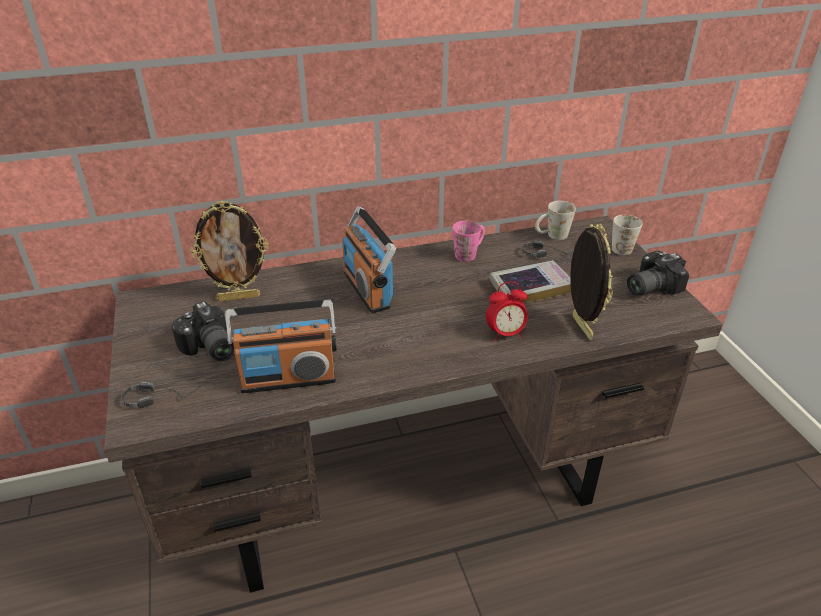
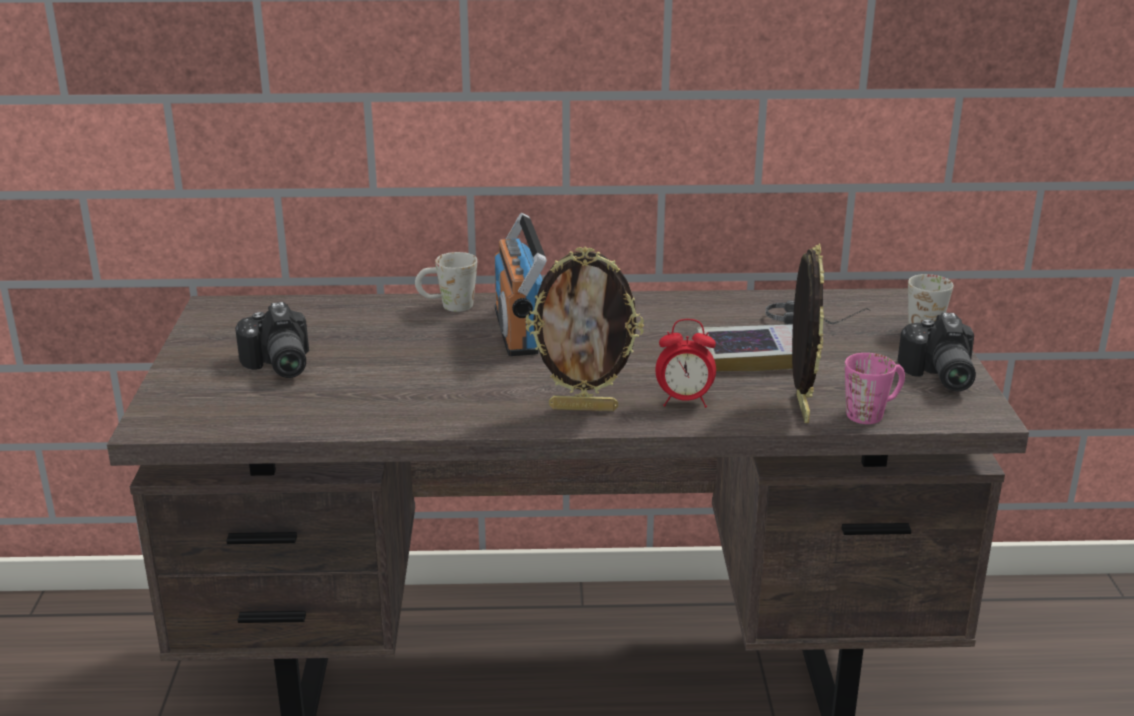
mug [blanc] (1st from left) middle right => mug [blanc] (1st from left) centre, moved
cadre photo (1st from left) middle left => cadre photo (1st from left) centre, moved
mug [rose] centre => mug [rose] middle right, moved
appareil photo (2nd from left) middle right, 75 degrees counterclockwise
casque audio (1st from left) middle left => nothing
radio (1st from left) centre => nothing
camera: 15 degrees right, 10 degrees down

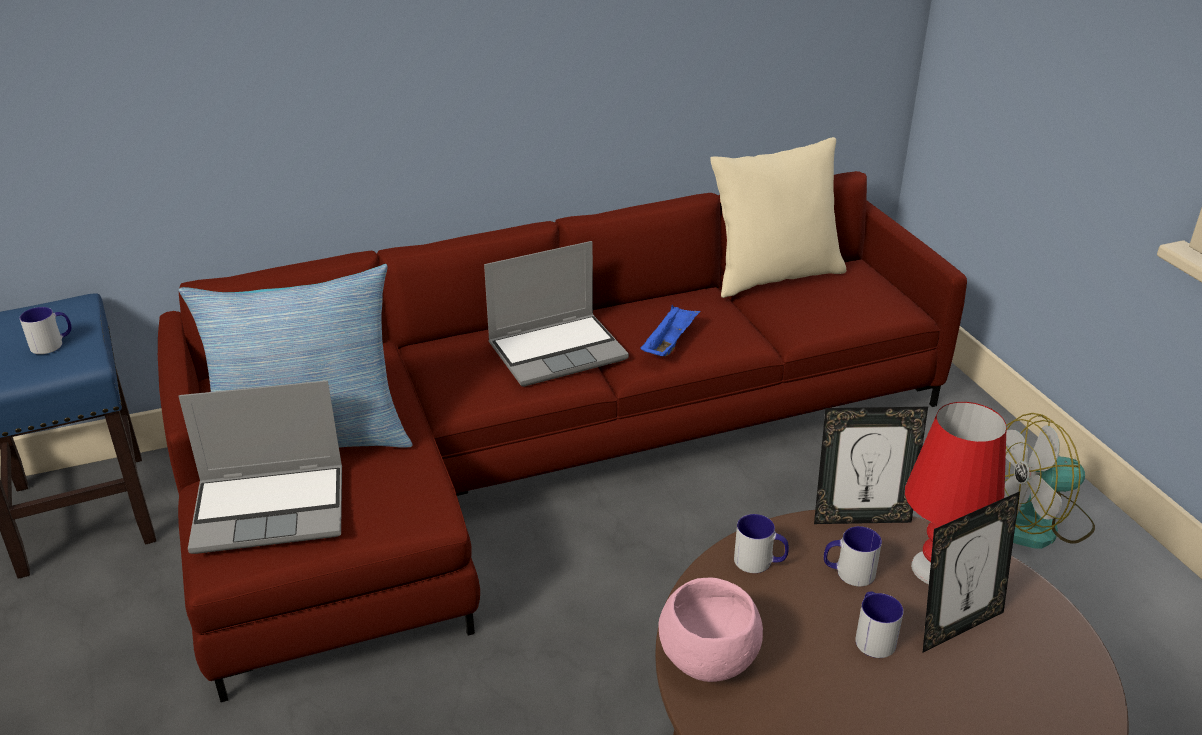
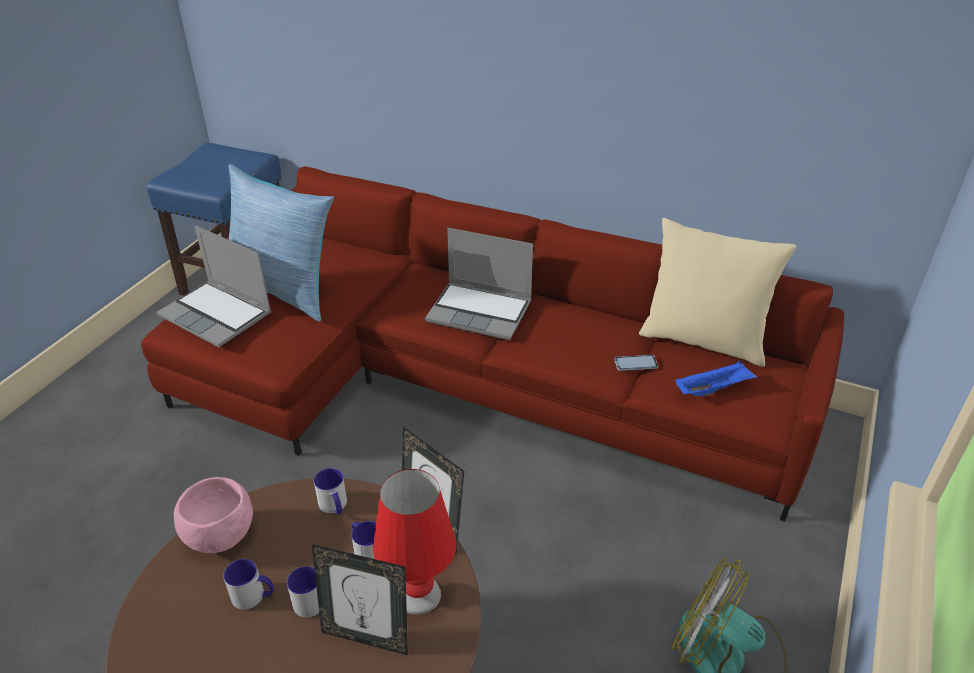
mug (1st from left) middle left => mug (1st from left) bottom left, moved
nothing => téléphone centre
plateau [bleu] centre => plateau [bleu] middle right, moved
camera: 45 degrees right, 5 degrees up

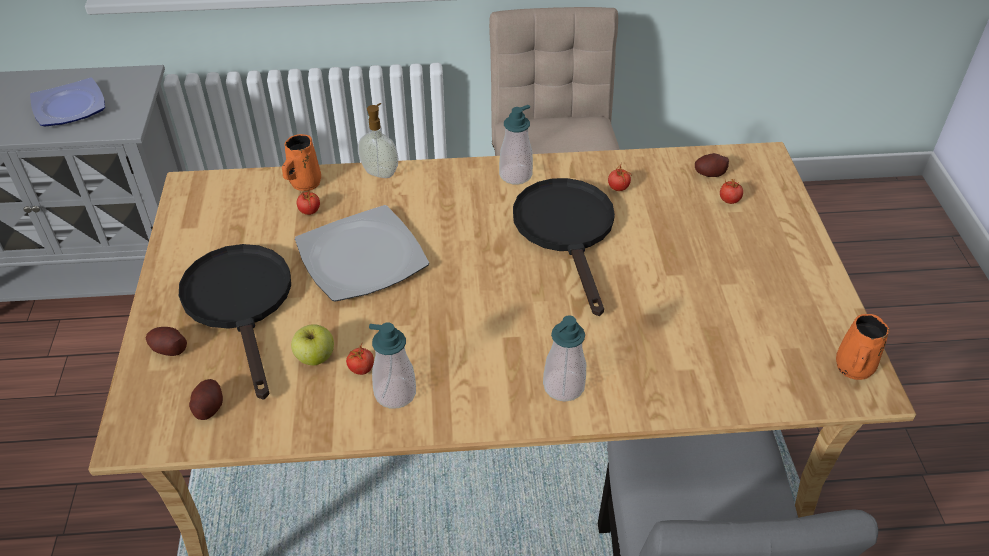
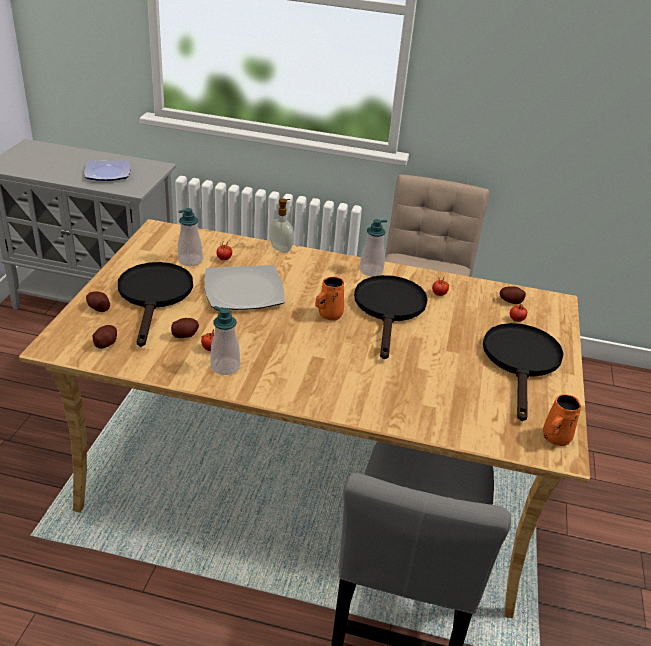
pomme middle left => pomme de terre (3rd from left) middle left
distributeur de savon (4th from left in the first image) centre => distributeur de savon (1st from left) middle left, moved
mug [orange] (1st from left) top left => mug [orange] (1st from left) centre, moved
nothing => poêle [noir] (3rd from left) middle right
camera: 15 degrees right, 10 degrees down

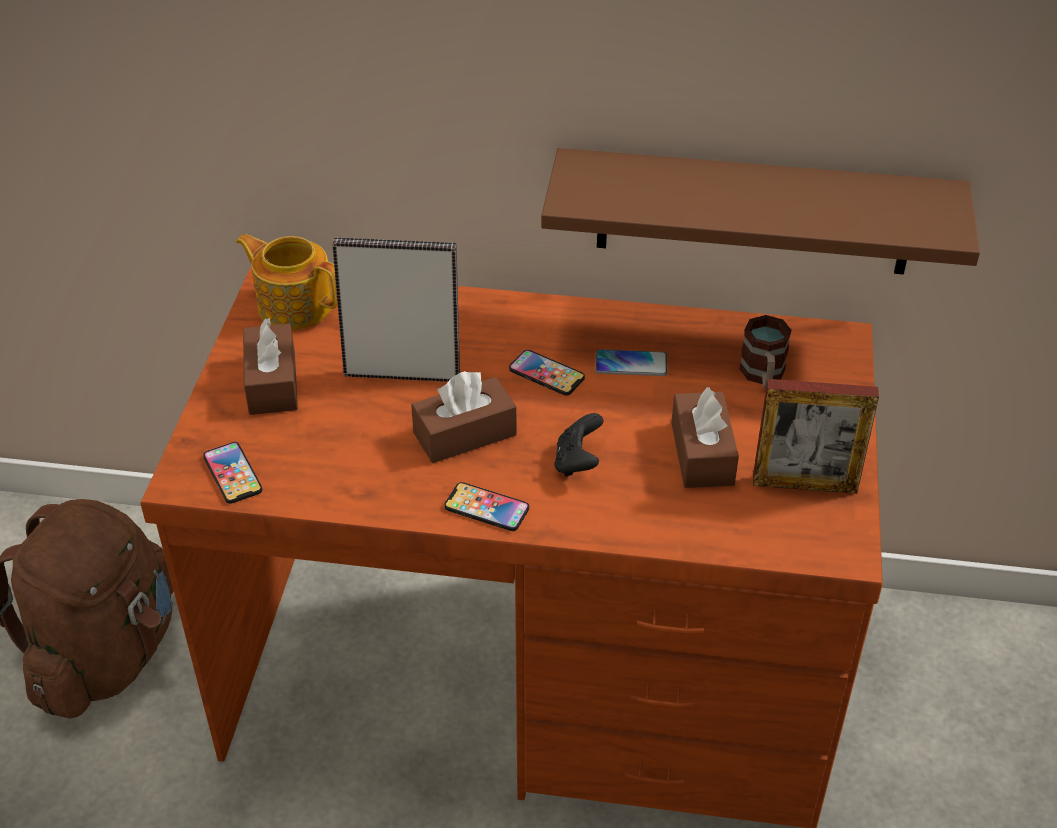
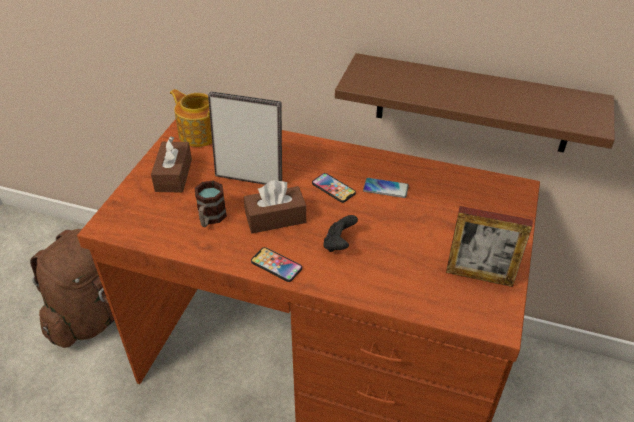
mug middle right => mug middle left, moved
téléphone (1st from left) middle left => nothing
boîte à mouchoirs [marron] (3rd from left) middle right => nothing
camera: 10 degrees right, 0 degrees up

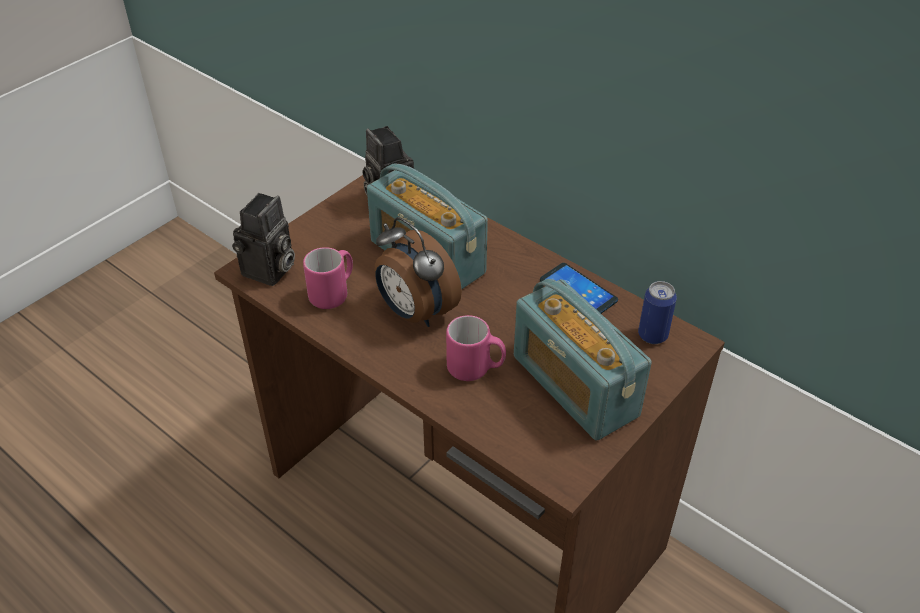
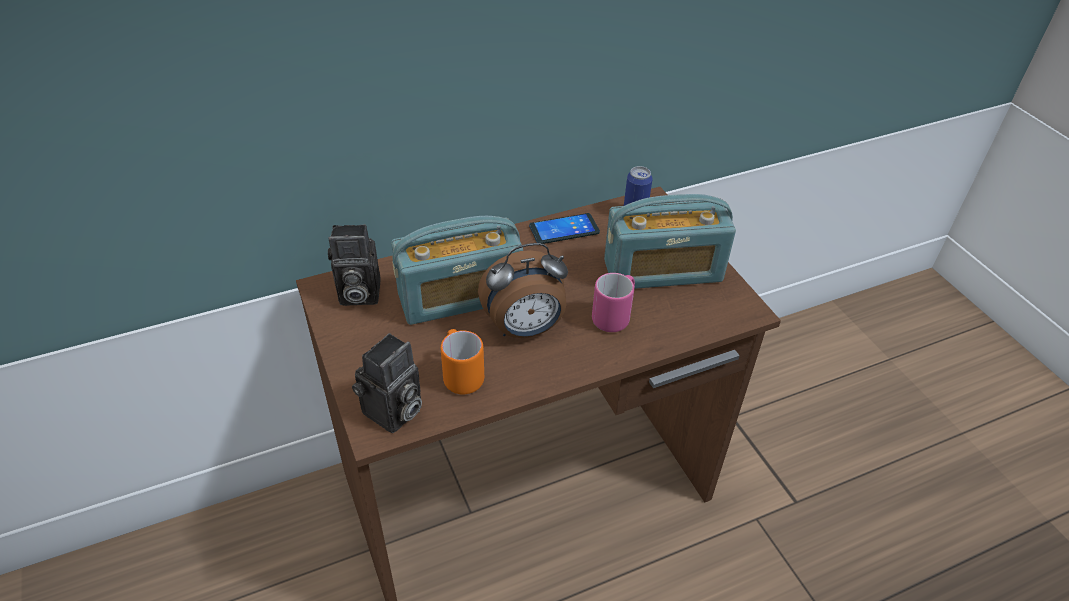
appareil photo (1st from left in the first image) middle left => appareil photo (2nd from left) centre, 75 degrees clockwise
mug [rose] (1st from left) centre => mug [orange] centre
camera: 65 degrees left, 0 degrees up

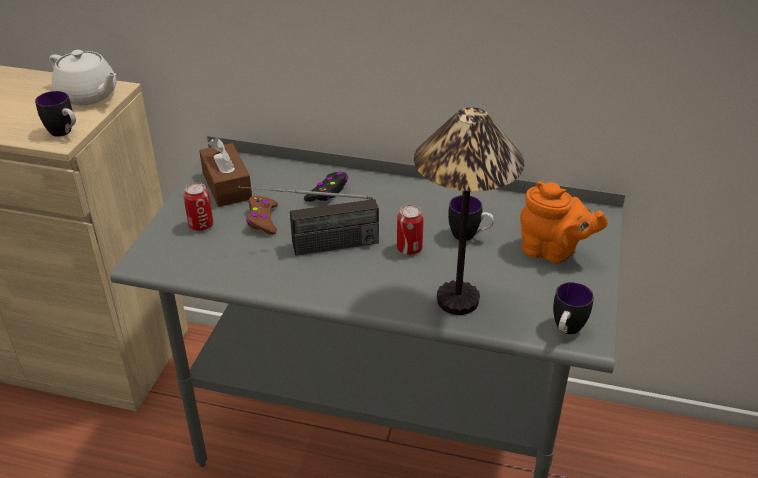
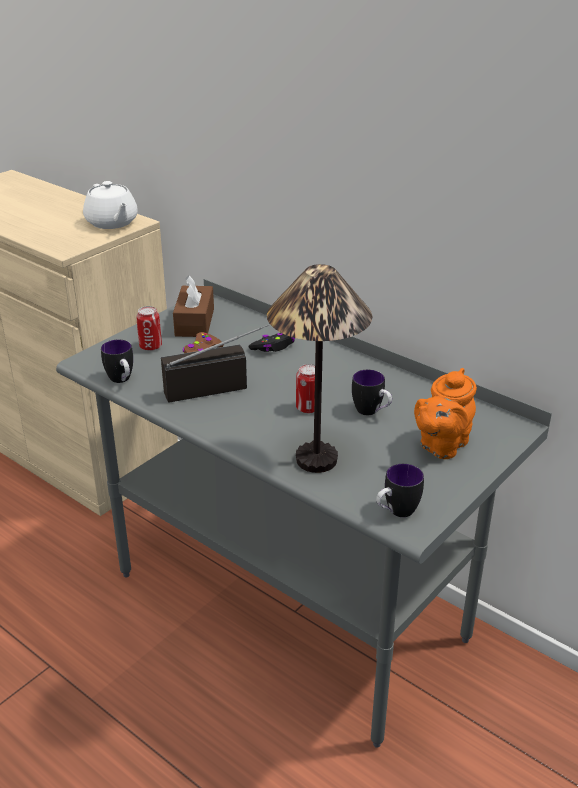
mug (1st from left) top left => mug (1st from left) middle left, moved
radio centre, 150 degrees clockwise
théière [orange] middle right, 75 degrees clockwise
camera: 25 degrees right, 5 degrees down

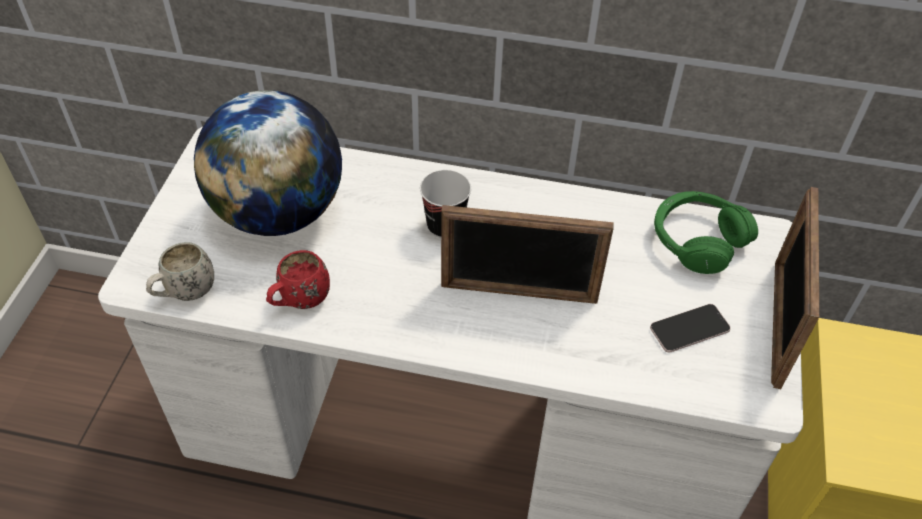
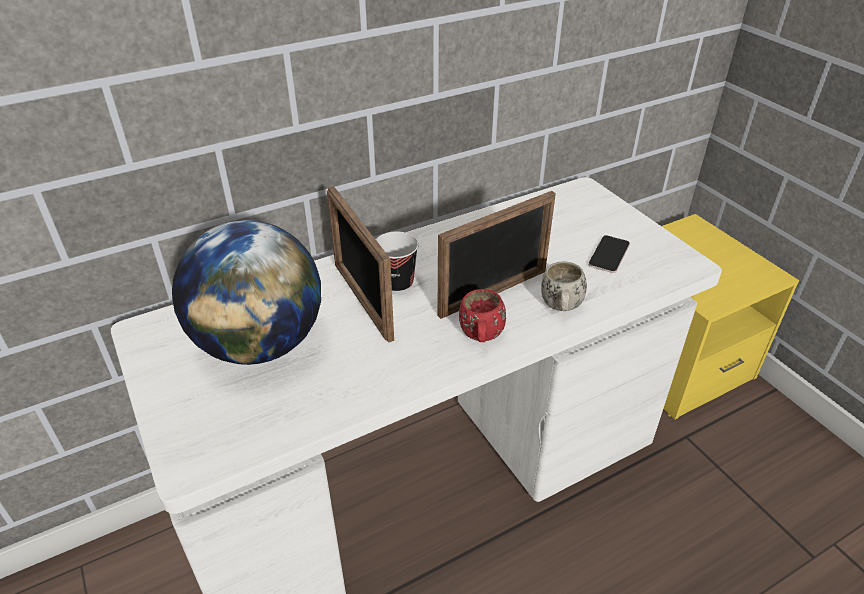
cadre photo (2nd from left in the first image) middle right => cadre photo (1st from left) centre, moved
mug [rouge] middle left => mug [rouge] centre, moved
mug [blanc] middle left => mug [blanc] centre, moved
casque audio [vert] middle right => nothing
camera: 40 degrees left, 10 degrees down

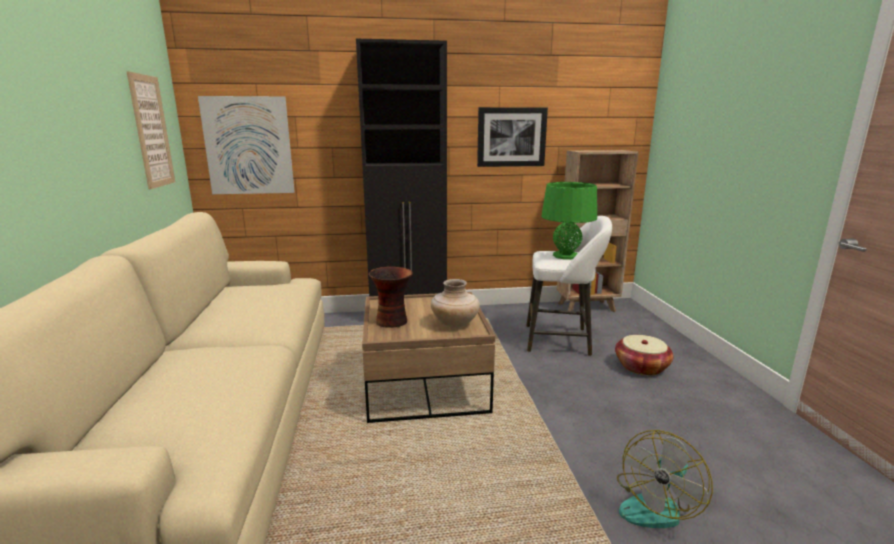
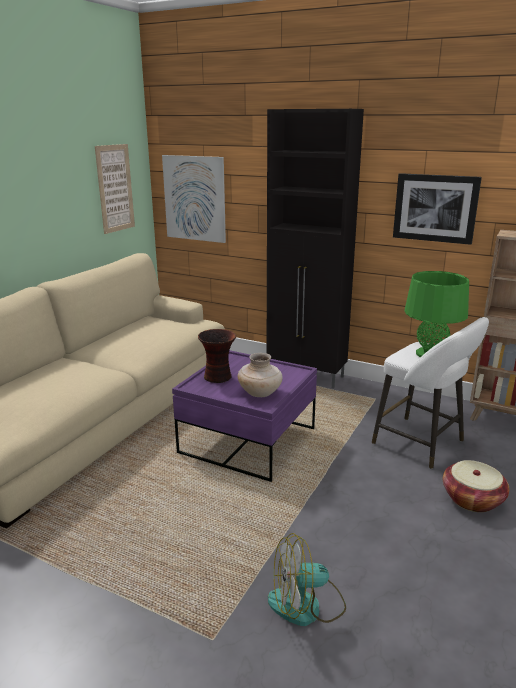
table basse [marron] centre => table basse [violet] centre
camera: 35 degrees right, 5 degrees up

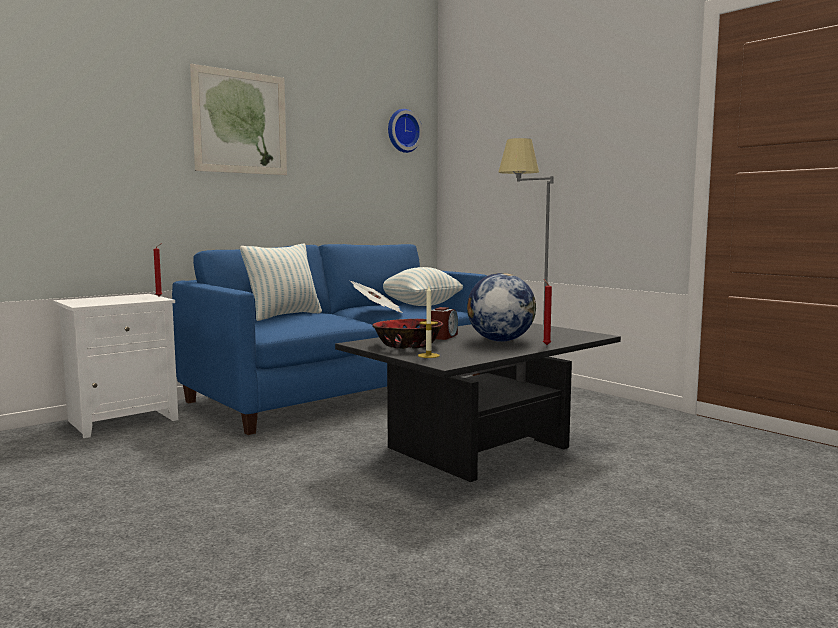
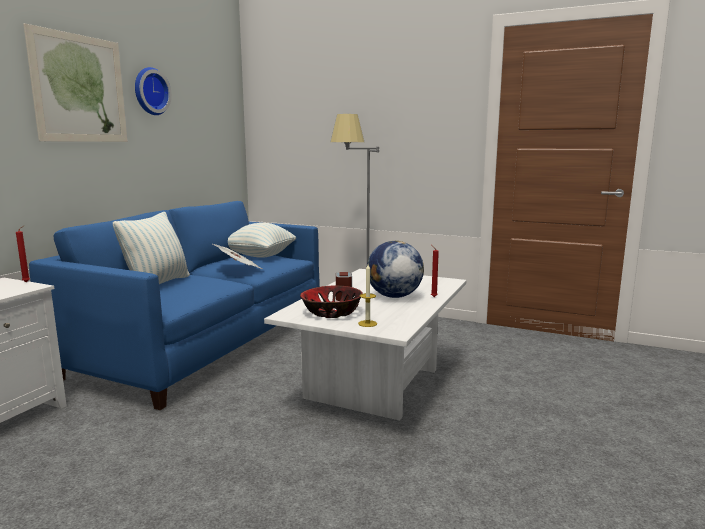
horloge murale top centre => horloge murale top left, moved
table basse [noir] centre => table basse [blanc] centre
camera: 25 degrees left, 5 degrees up

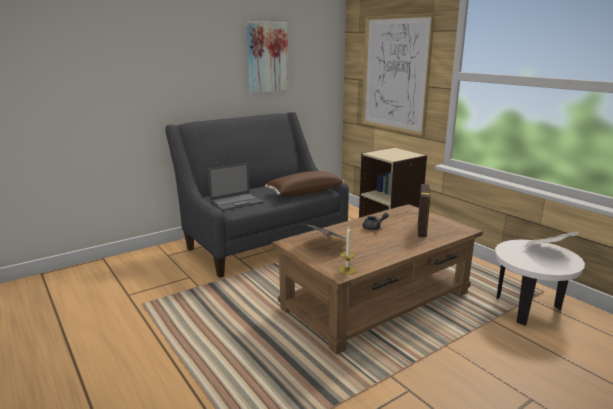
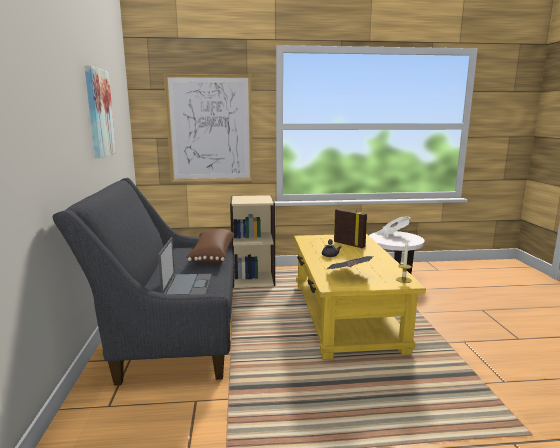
table basse [marron] bottom centre => table basse [jaune] centre
camera: 60 degrees left, 5 degrees down

